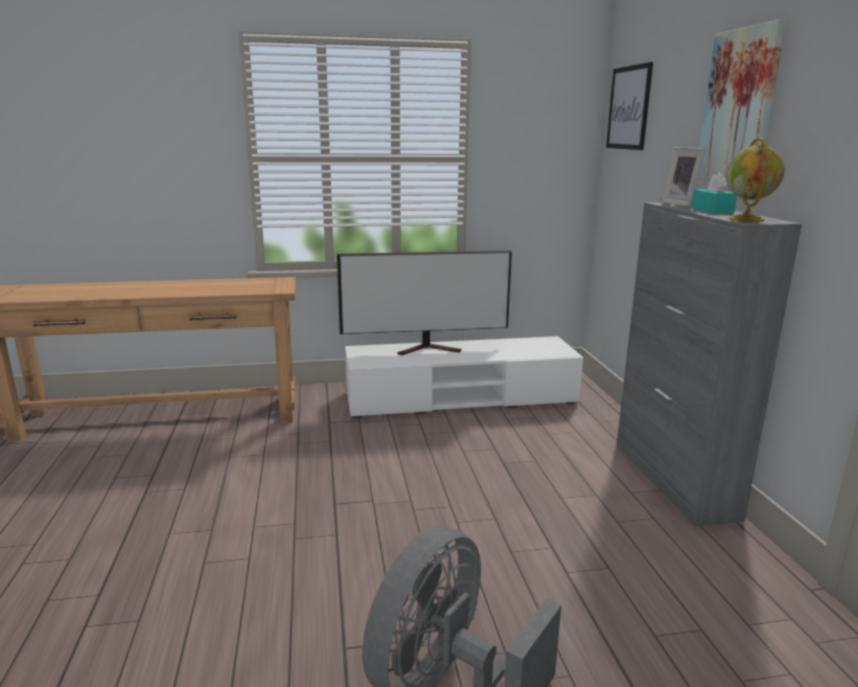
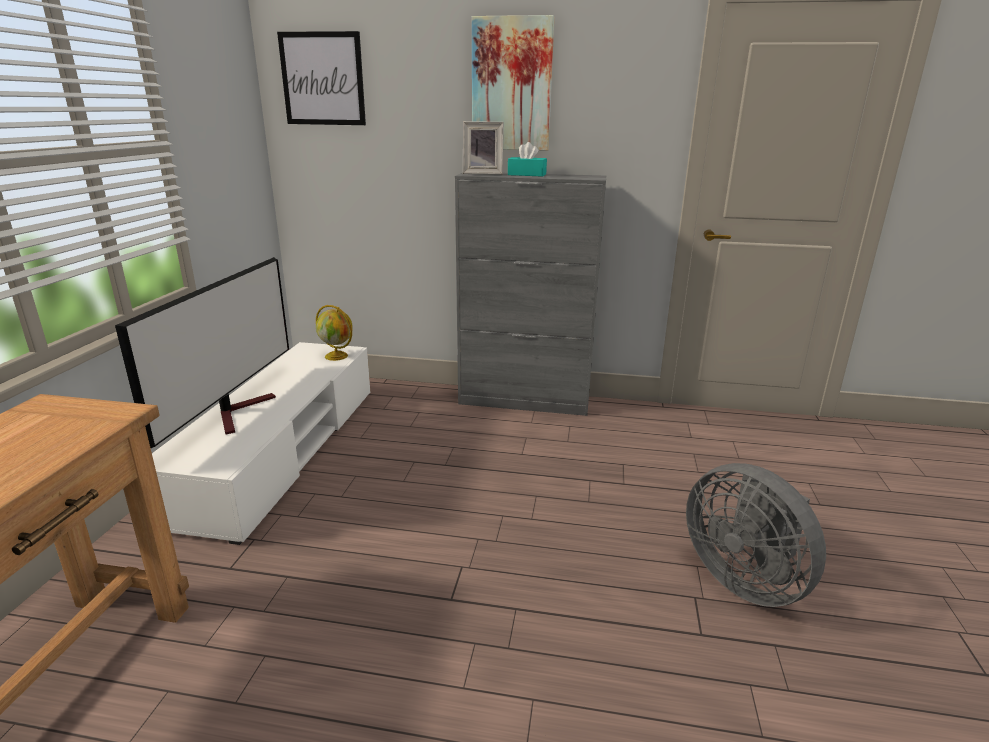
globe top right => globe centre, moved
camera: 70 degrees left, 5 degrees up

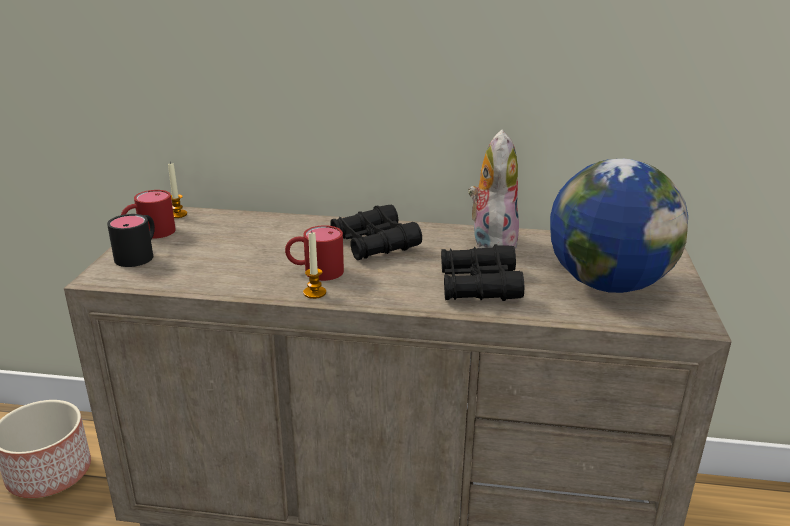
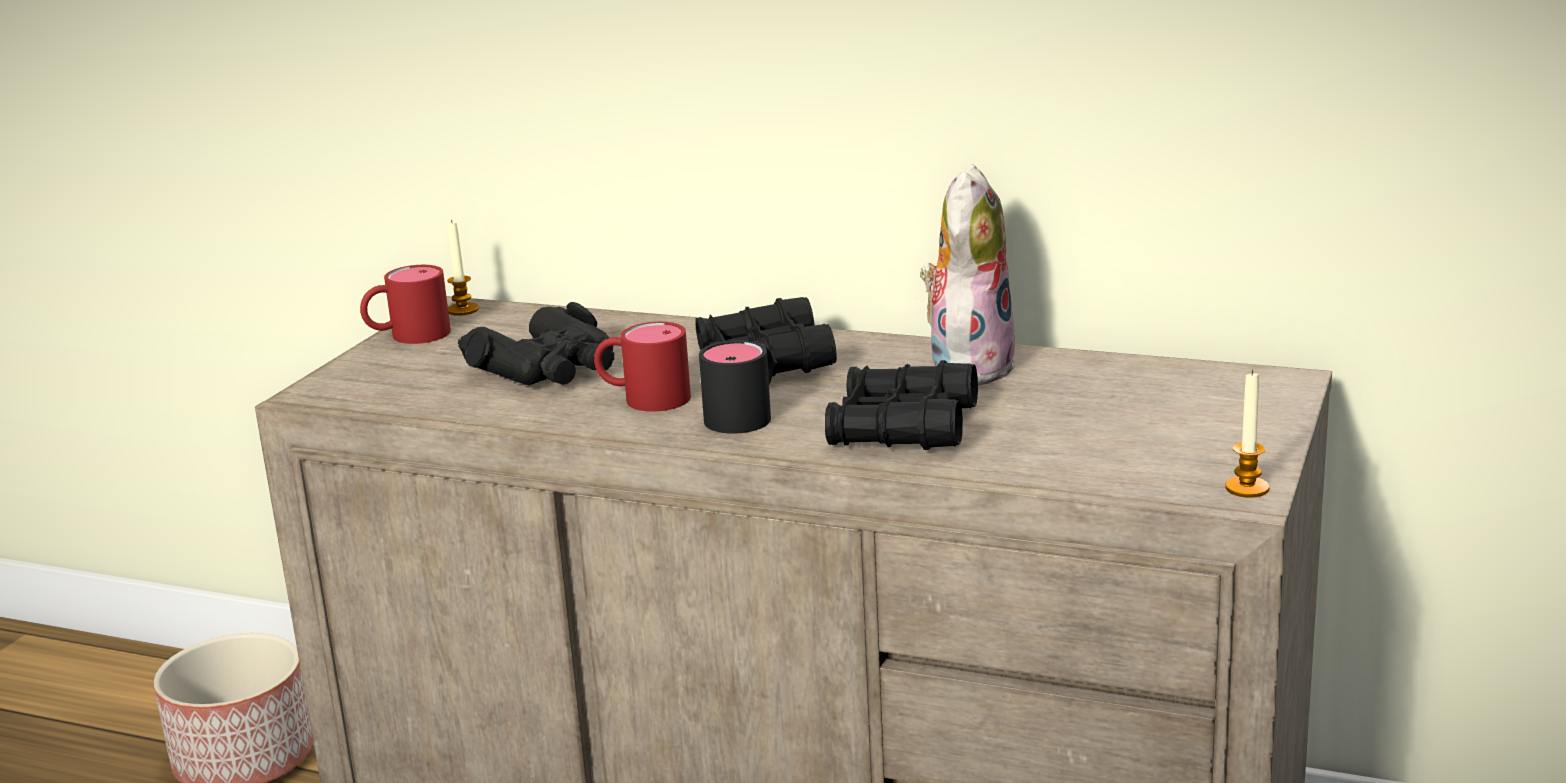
nothing => jumelles [noir] (1st from left) centre
mug [noir] middle left => mug [noir] centre, moved
bougie (2nd from left) centre => bougie (2nd from left) middle right, moved
globe middle right => nothing
camera: 15 degrees right, 5 degrees down

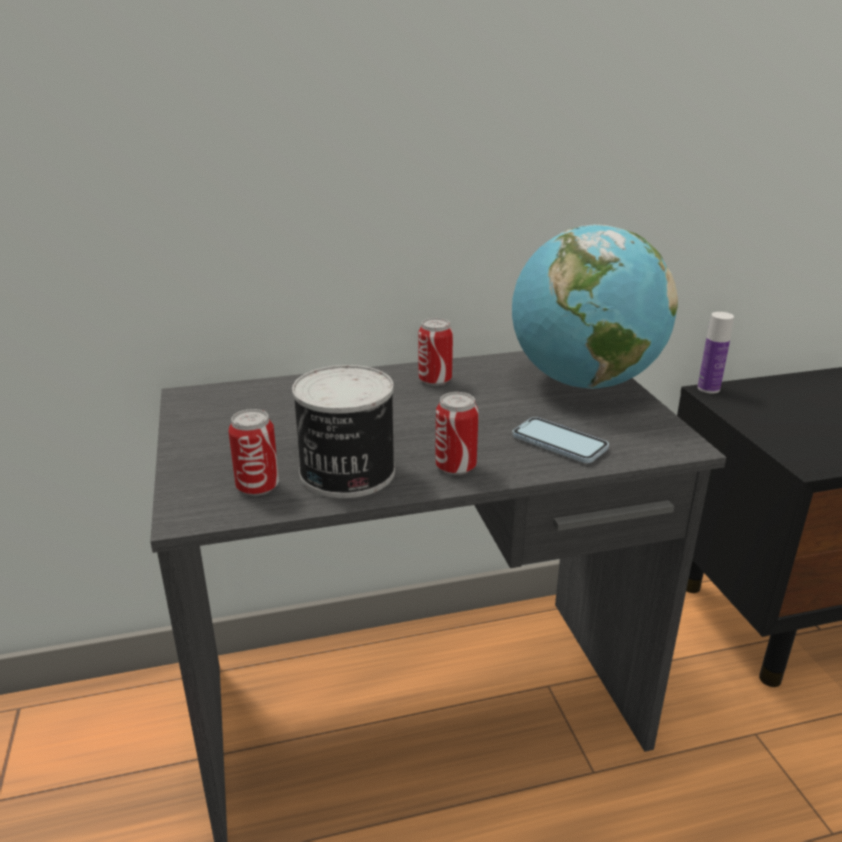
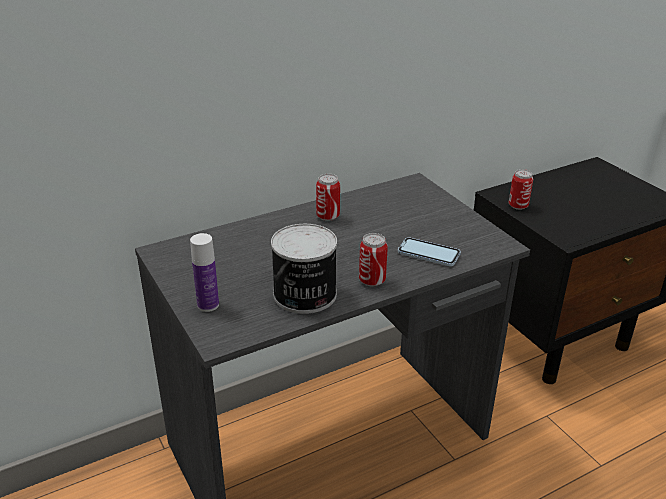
bouteille middle right => bouteille middle left, moved
boîte métallique (1st from left in the first image) middle left => boîte métallique (4th from left) middle right, moved
globe middle right => nothing
camera: 15 degrees left, 5 degrees up

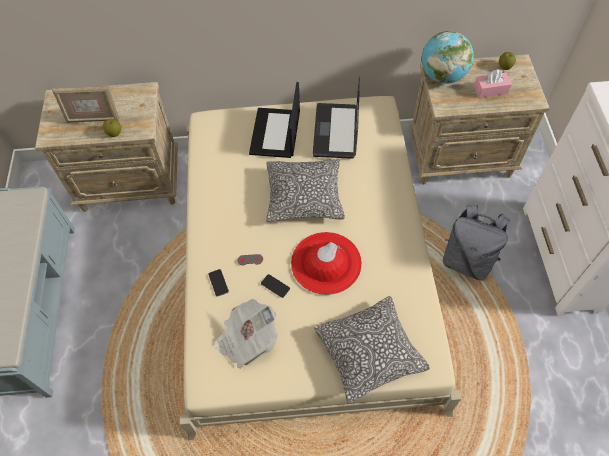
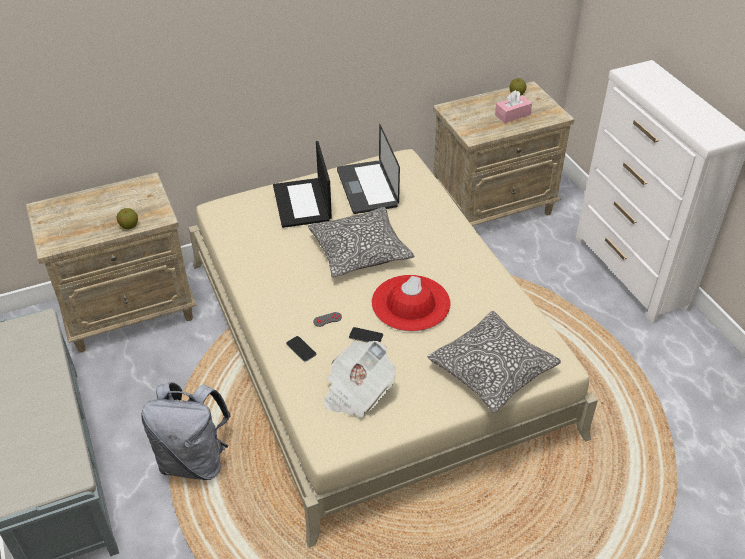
sac à dos [gris] middle right => sac à dos [gris] bottom left, moved
cadre photo top left => nothing
globe top right => nothing
camera: 20 degrees left, 15 degrees down

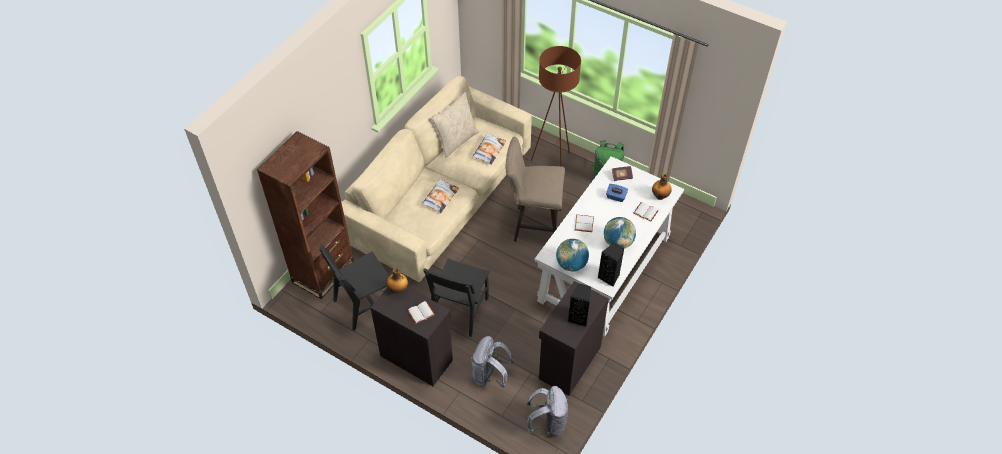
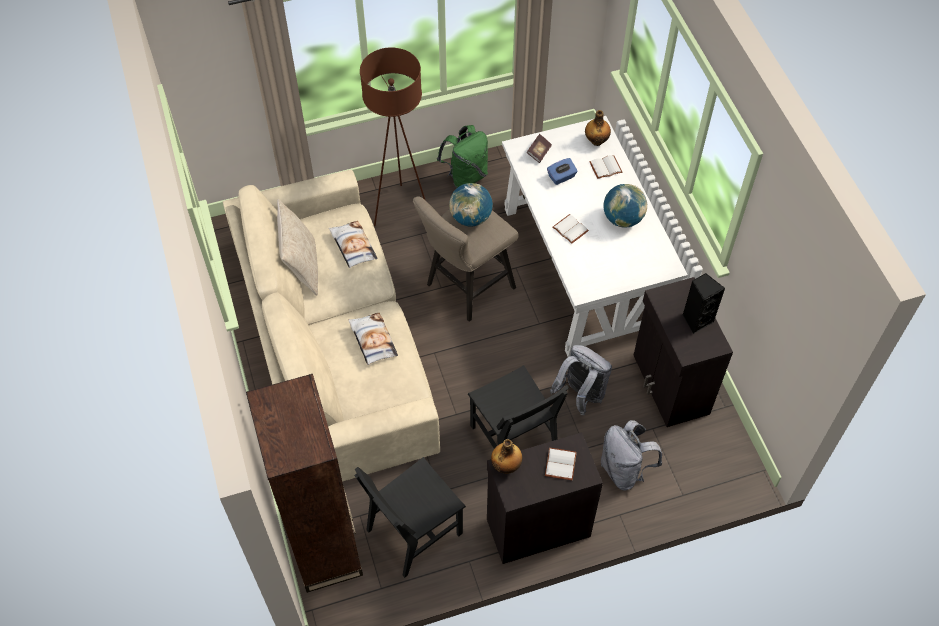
chaise [noir] (1st from left) centre => chaise [noir] (1st from left) bottom centre, 45 degrees clockwise
globe (1st from left) centre => globe (1st from left) top centre, moved
sac à dos [gris] (2nd from left in the first image) bottom centre => sac à dos [gris] (1st from left) centre, moved
enceinte [noir] (2nd from left) centre => nothing
camera: 50 degrees left, 5 degrees up

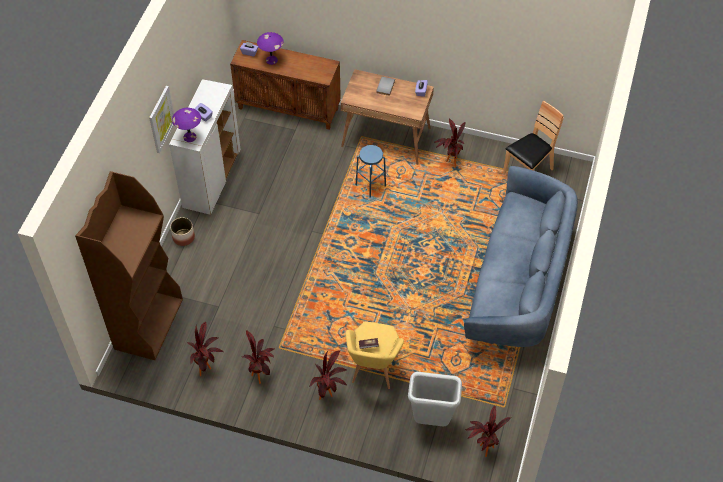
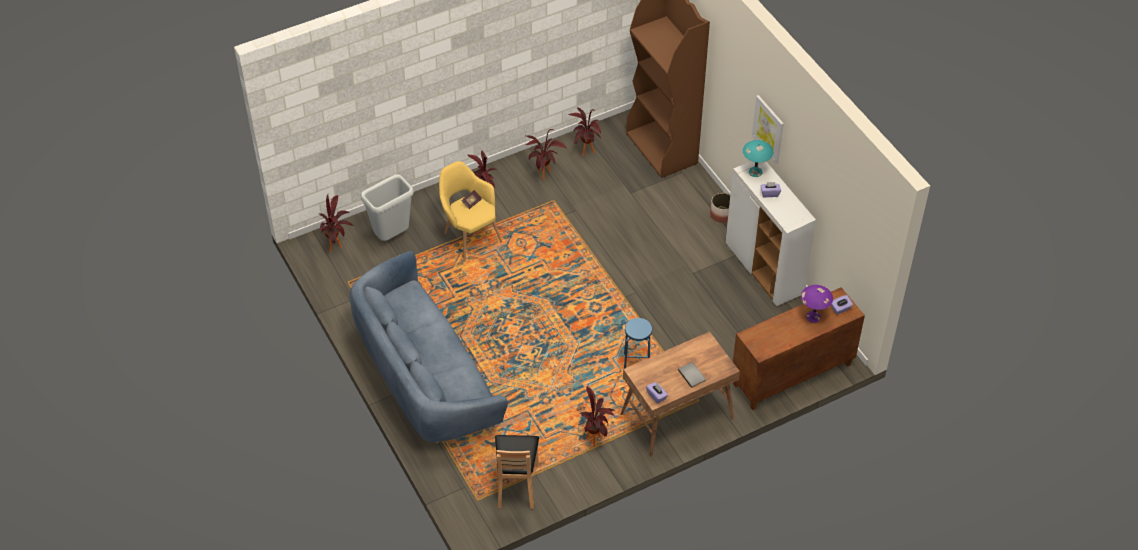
lampe de table [violet] (1st from left) top left => lampe de table [turquoise] top centre
camera: 135 degrees right, 5 degrees down

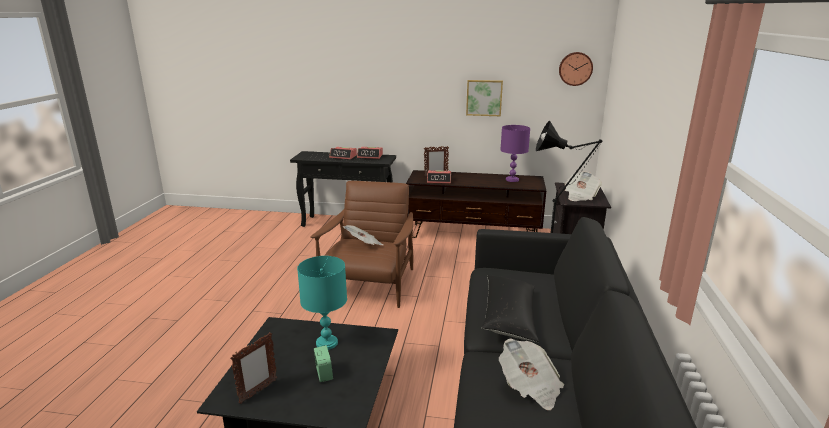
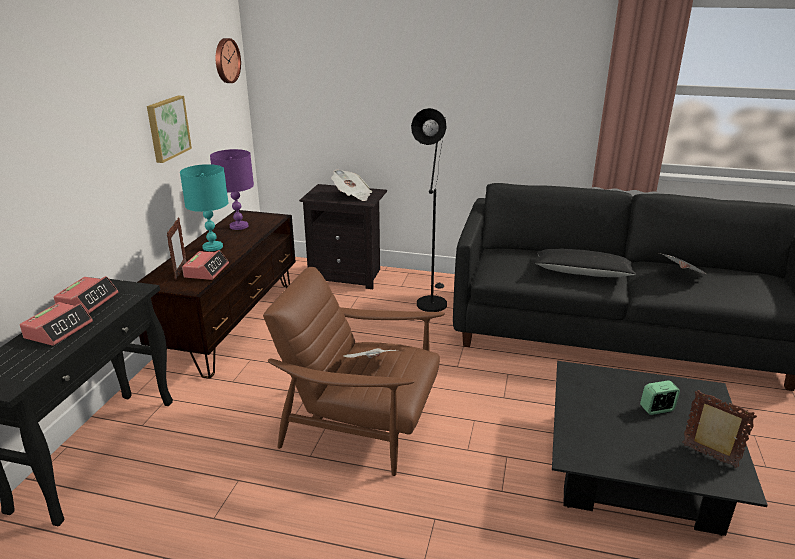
lampe de table [turquoise] bottom centre => lampe de table [turquoise] middle left, moved
camera: 85 degrees left, 5 degrees up

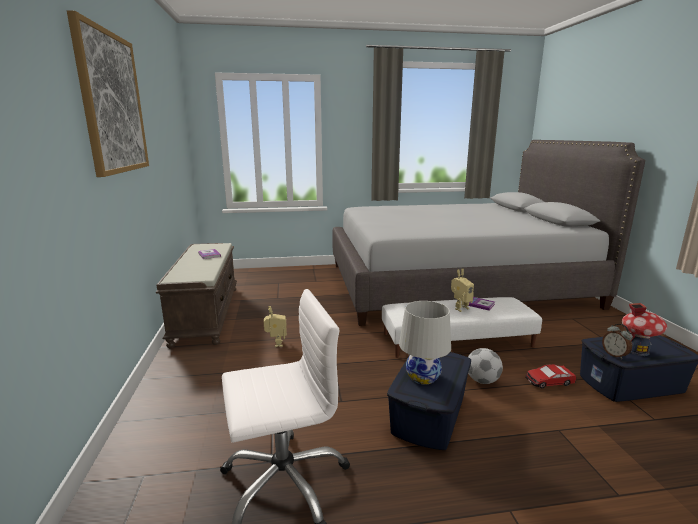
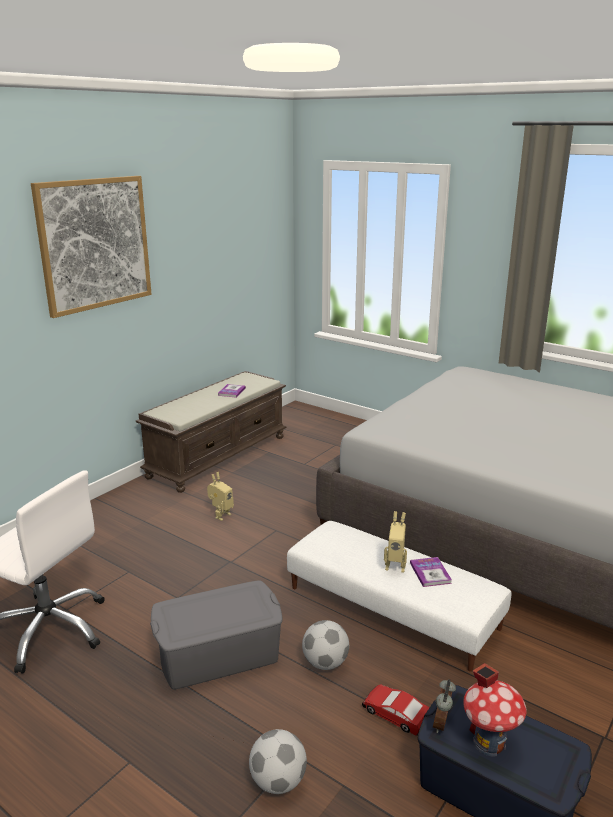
boîte de rangement [bleu] (1st from left) bottom centre => boîte de rangement [gris] bottom centre
nothing => ballon de foot (1st from left) bottom centre
lampe de table [blanc] centre => nothing
camera: 45 degrees right, 5 degrees up

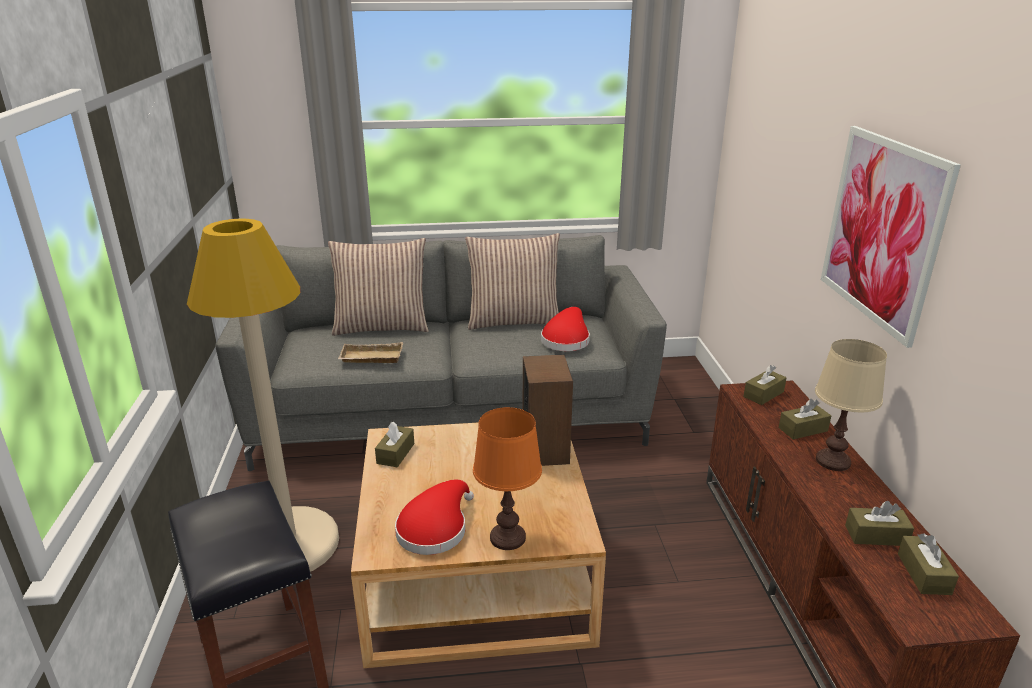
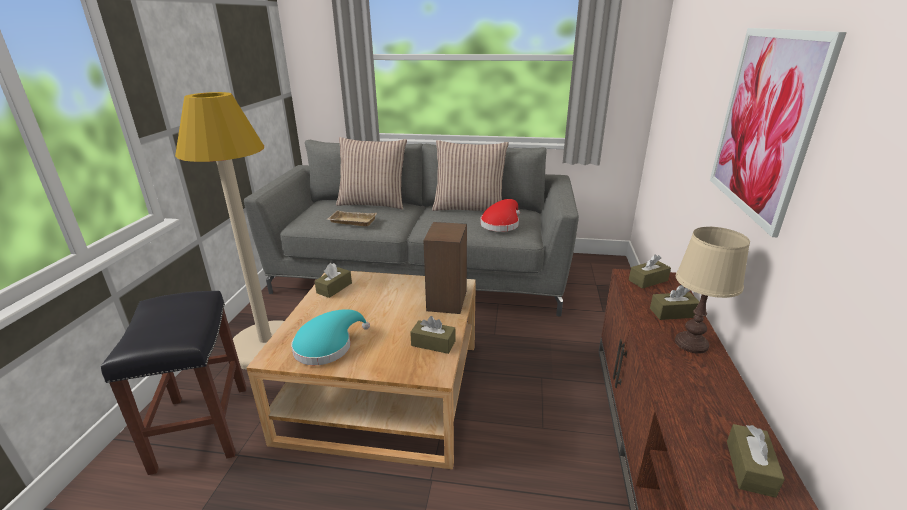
chapeau [rouge] (1st from left) bottom centre => chapeau [turquoise] centre
boîte à mouchoirs [marron] (4th from left in the first image) bottom right => boîte à mouchoirs [marron] (2nd from left) centre, moved
lampe de table [orange] bottom centre => nothing
camera: 15 degrees right, 0 degrees up

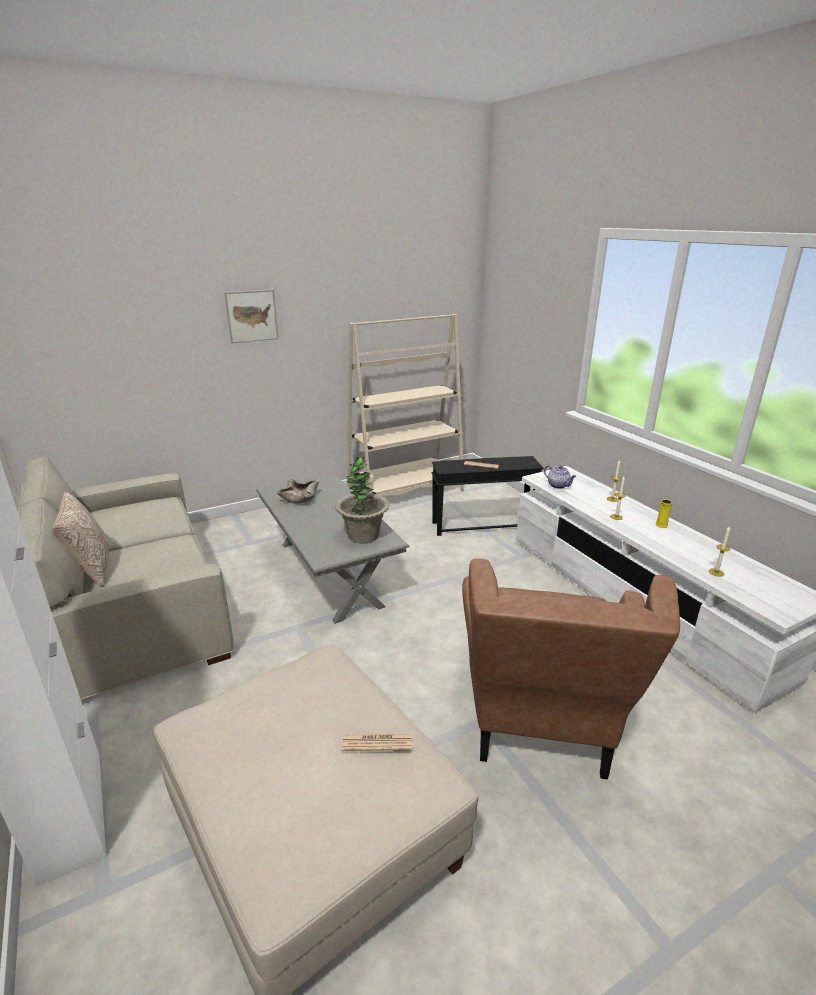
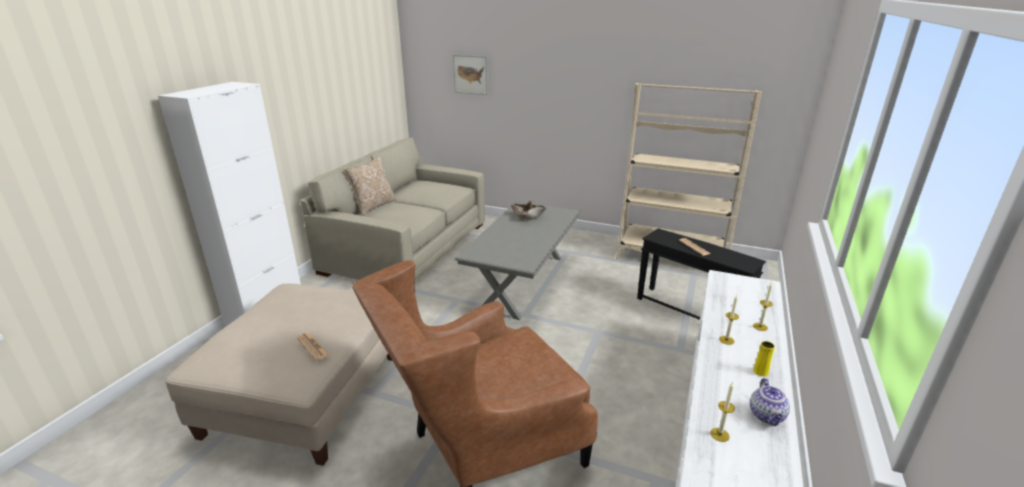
tableau top left => tableau top centre, moved
théière middle right => théière bottom right, moved
plante en pot centre => nothing
camera: 50 degrees right, 0 degrees up

